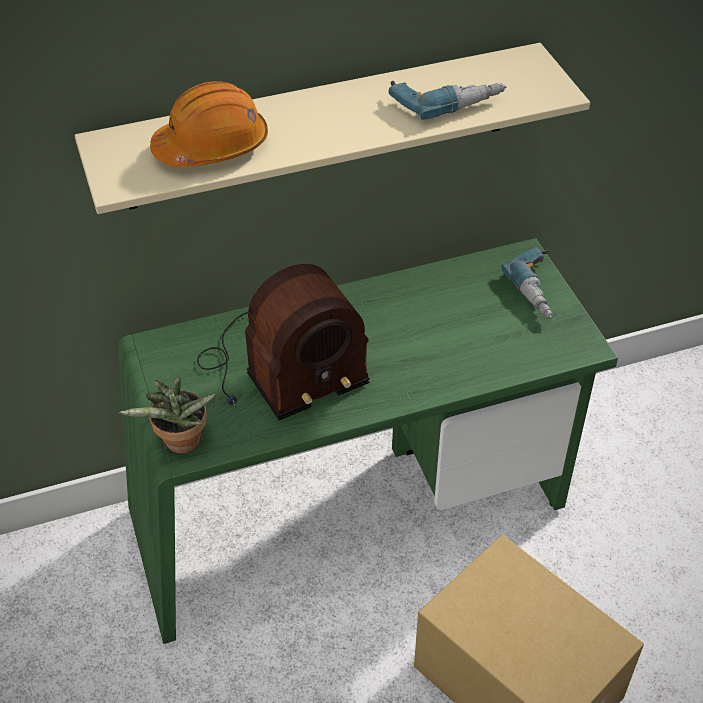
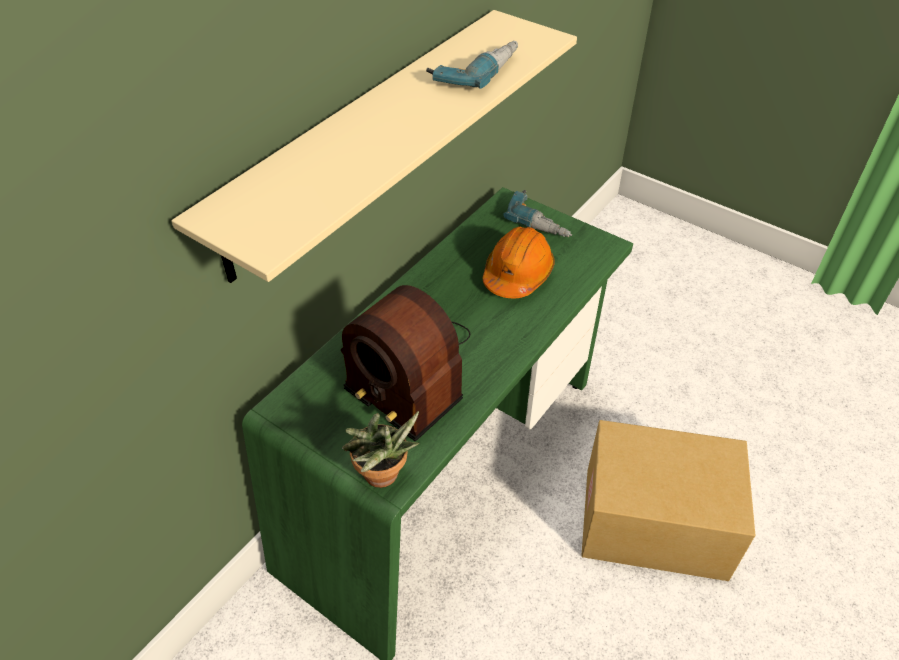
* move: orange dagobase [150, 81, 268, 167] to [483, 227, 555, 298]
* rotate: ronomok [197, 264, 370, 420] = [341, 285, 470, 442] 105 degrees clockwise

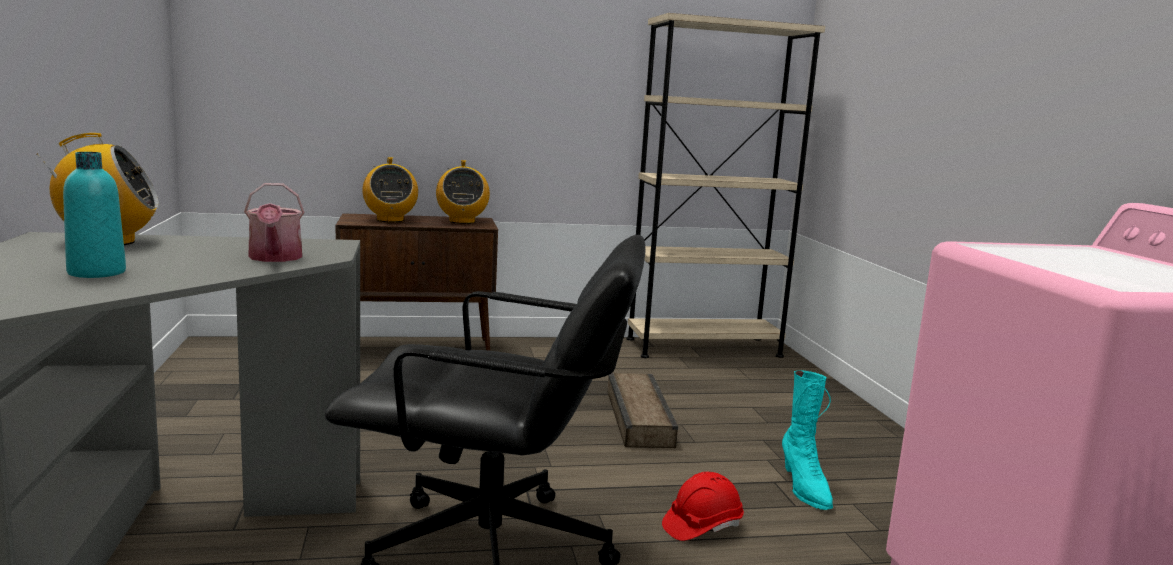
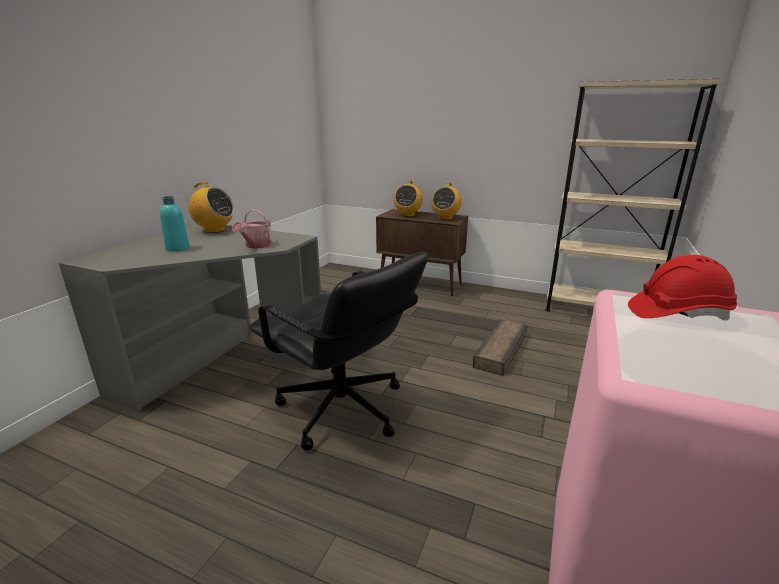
* delete: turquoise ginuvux [782, 370, 833, 510]
* move: red dagobase [662, 472, 744, 541] to [628, 255, 737, 321]

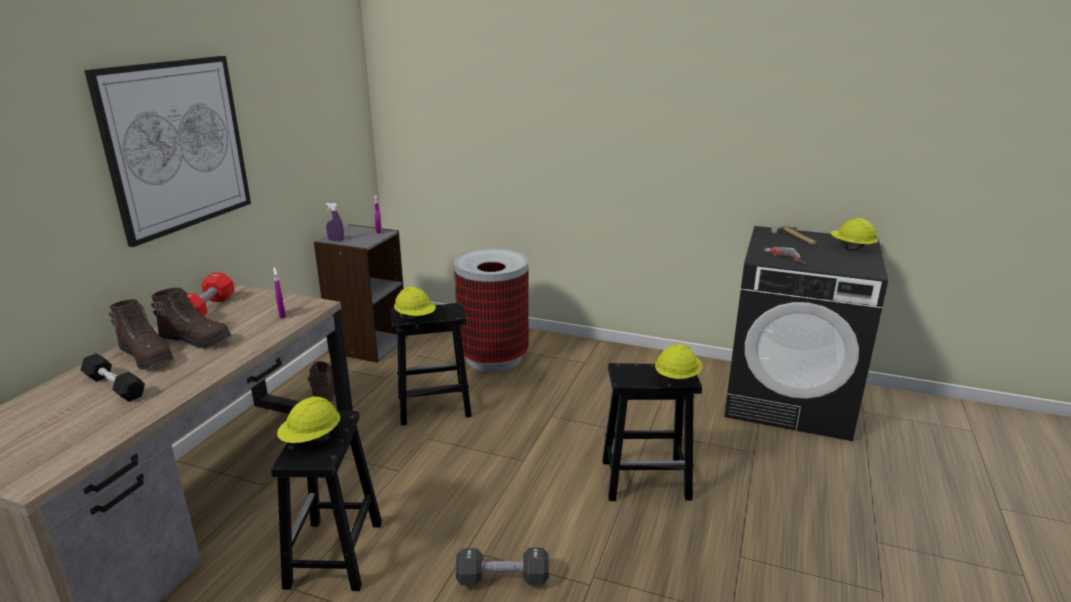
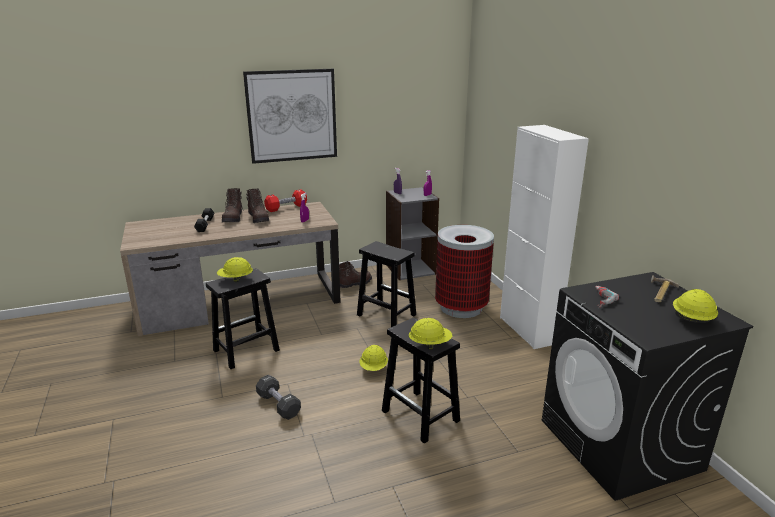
* move: yellow dagobase [394, 287, 436, 319] to [359, 345, 388, 371]
* insert: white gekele [500, 125, 589, 349]

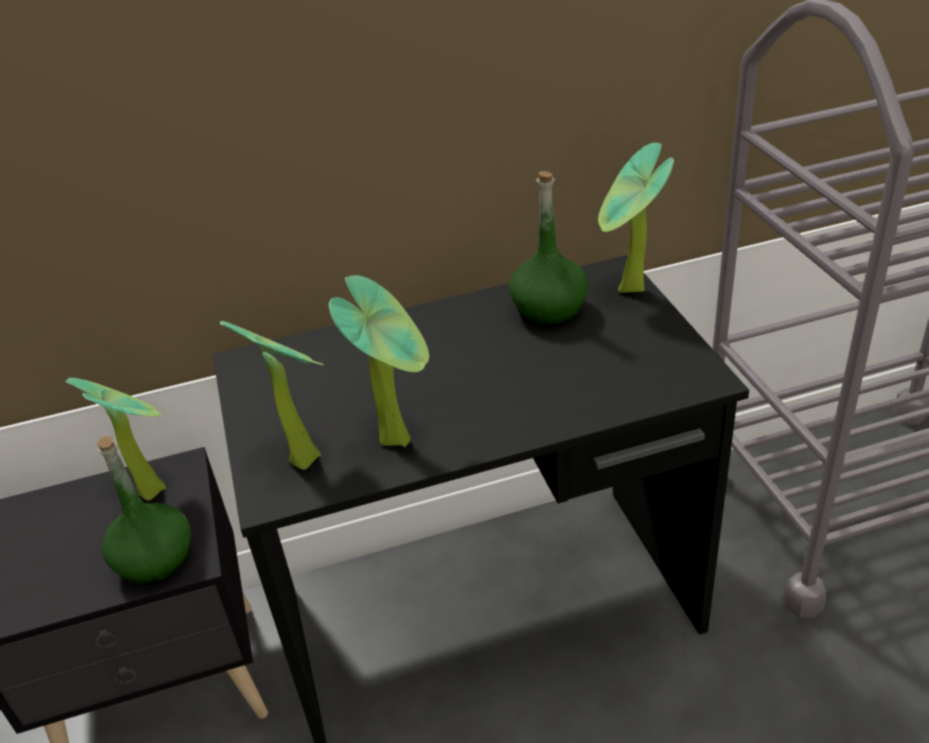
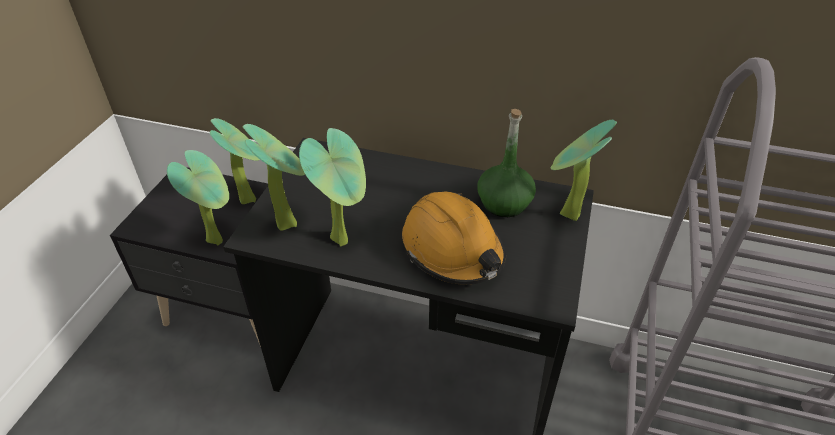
* replace: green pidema [97, 436, 191, 585] to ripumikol [167, 150, 229, 246]
* insert: orange dagobase [402, 192, 506, 285]

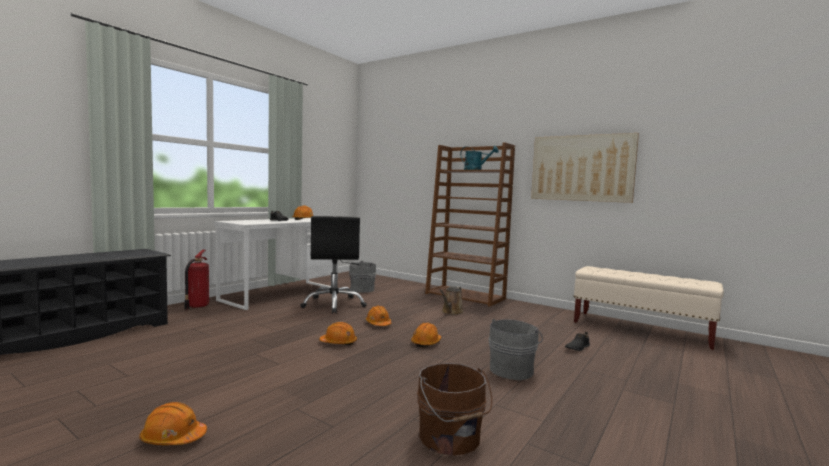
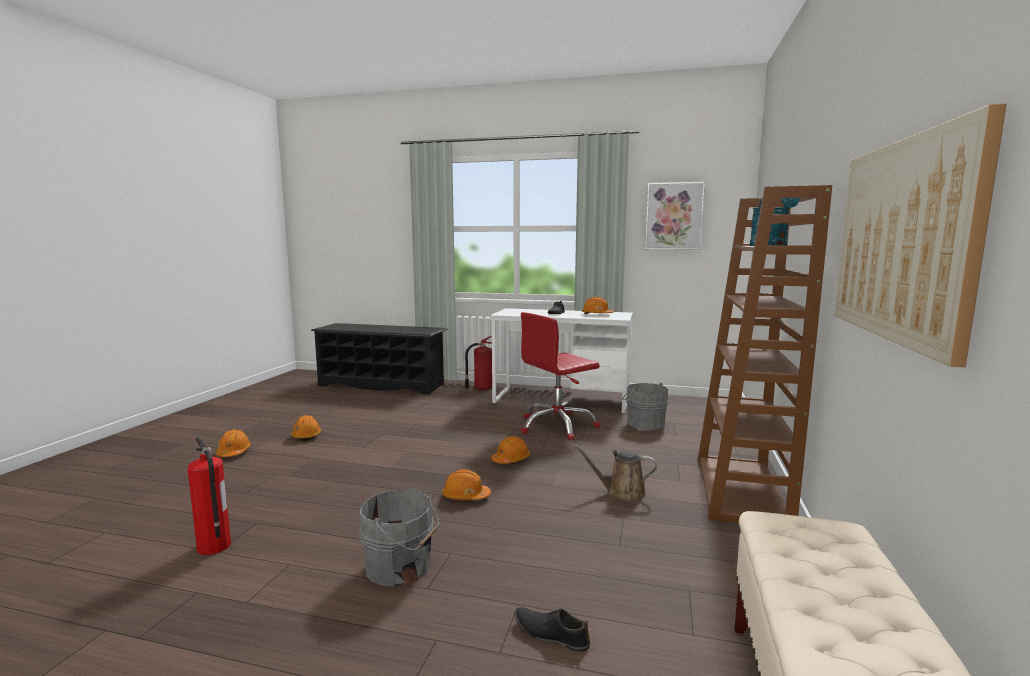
* recolor: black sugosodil [300, 216, 367, 314] to red sugosodil [521, 312, 600, 440]
* move: orange dagobase [319, 322, 357, 346] to [291, 415, 321, 441]
* replace: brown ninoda [417, 363, 492, 455] to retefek [188, 437, 231, 555]
* insert: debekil [645, 182, 705, 249]

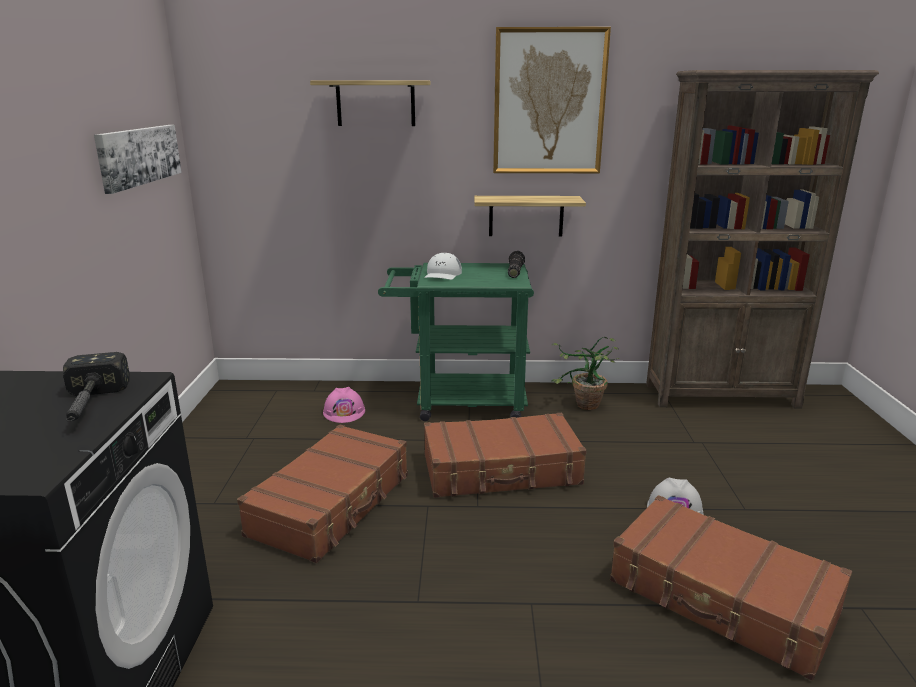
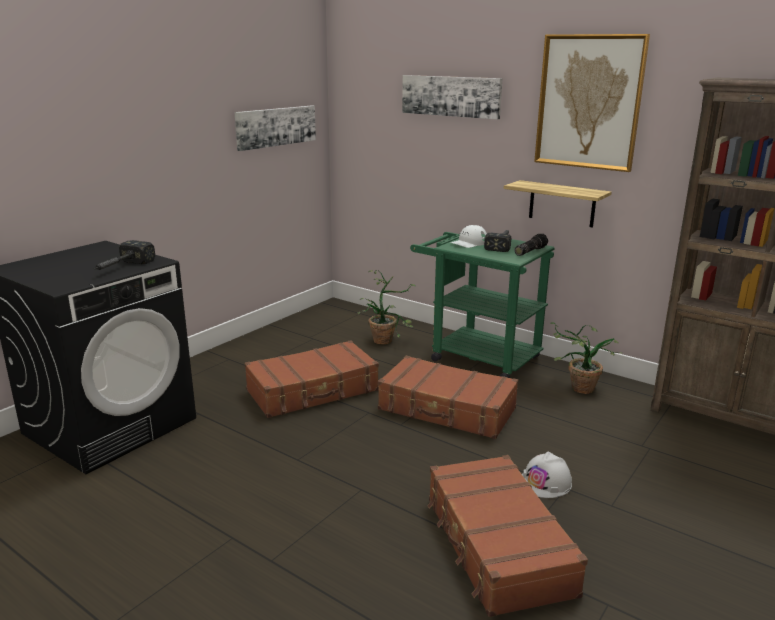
* replace: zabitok [310, 80, 431, 126] to debekil [402, 75, 503, 120]
* replace: pink dagobase [323, 387, 365, 423] to ripumikol [358, 270, 415, 345]
* insert: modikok [484, 230, 511, 252]

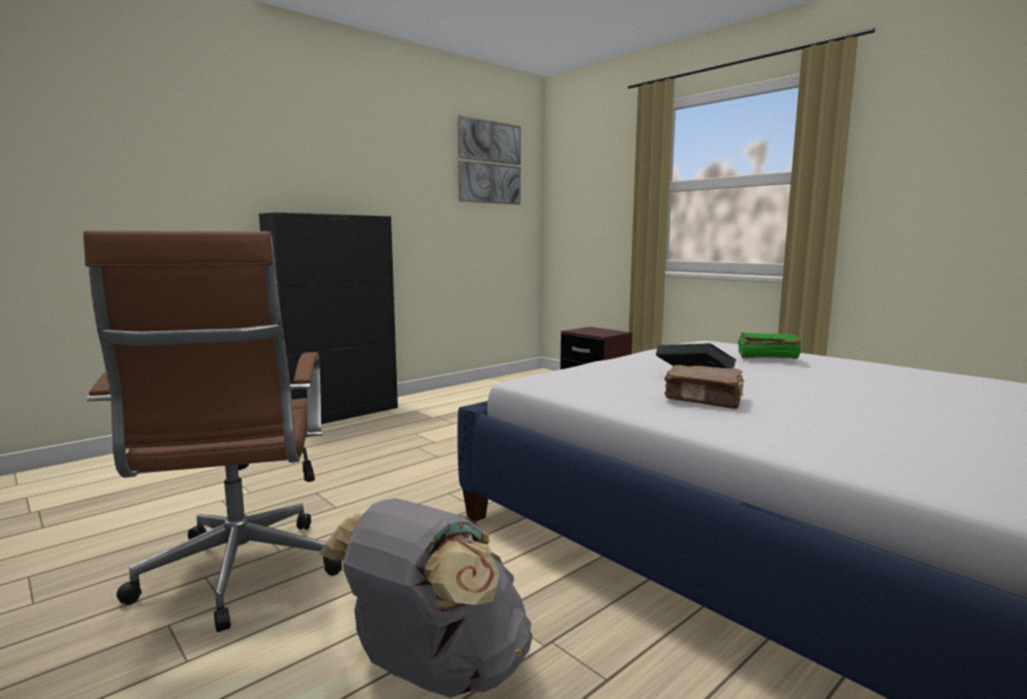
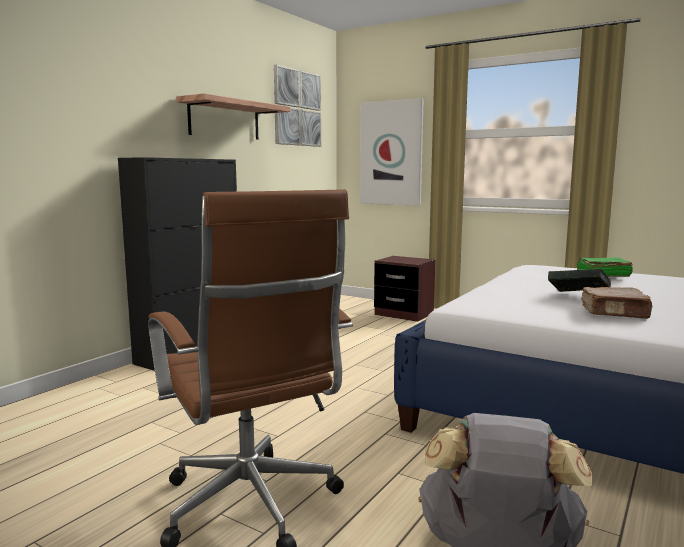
* insert: zabitok [176, 93, 290, 140]
* insert: debekil [360, 98, 424, 206]

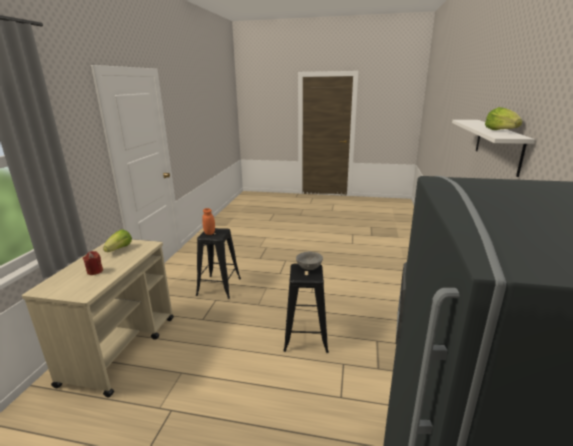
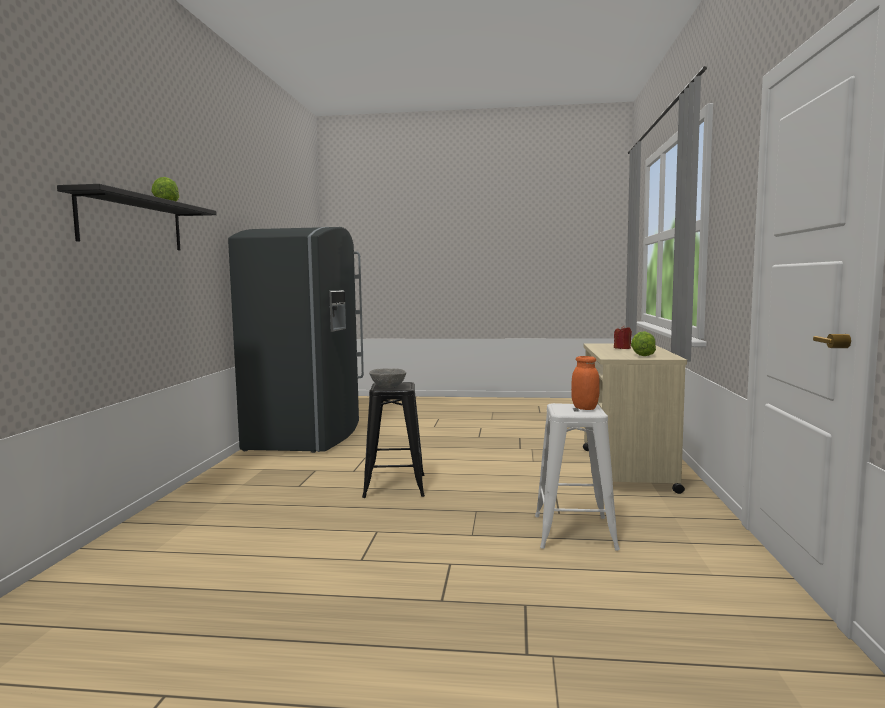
* recolor: white zabitok [452, 120, 535, 177] to black zabitok [57, 184, 217, 250]
* recolor: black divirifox [196, 228, 241, 299] to white divirifox [535, 403, 620, 551]

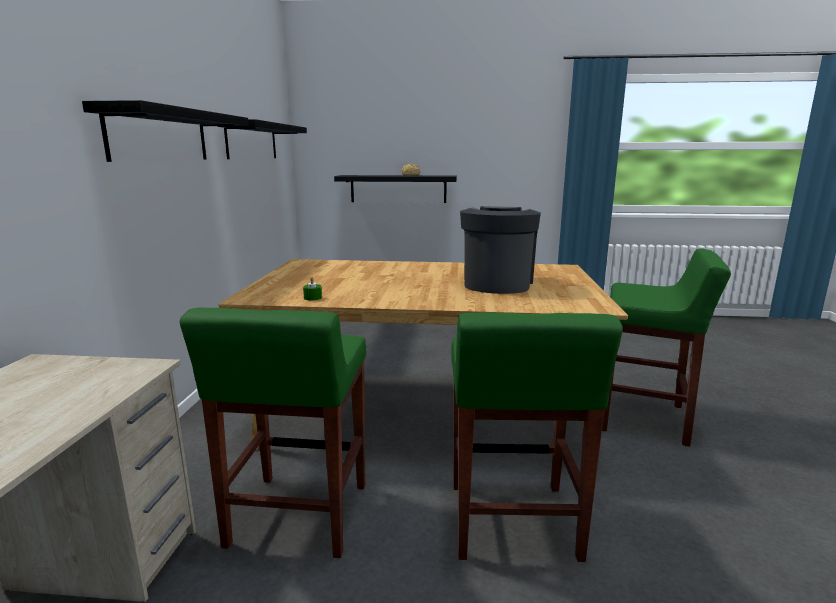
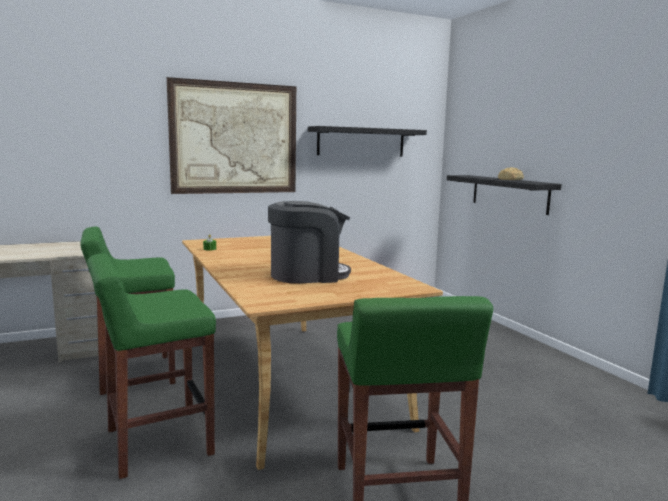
* replace: black zabitok [82, 100, 249, 162] to debekil [167, 77, 296, 194]

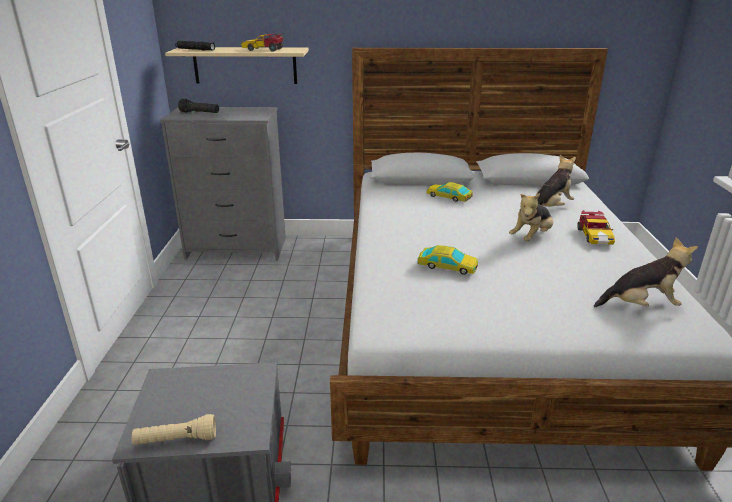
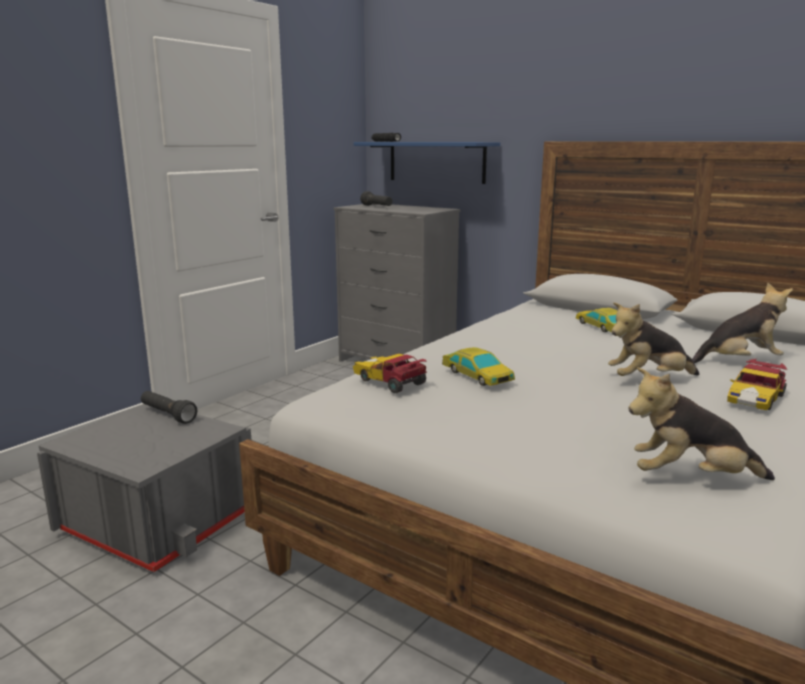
* move: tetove [241, 34, 283, 52] to [353, 354, 427, 393]
* recolor: beige zabitok [165, 47, 309, 84] to blue zabitok [354, 142, 500, 184]
* rotate: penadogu [594, 237, 698, 307] = [628, 367, 775, 480] 150 degrees clockwise
* delete: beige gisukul [132, 414, 216, 445]
* insert: black gisukul [141, 391, 197, 424]

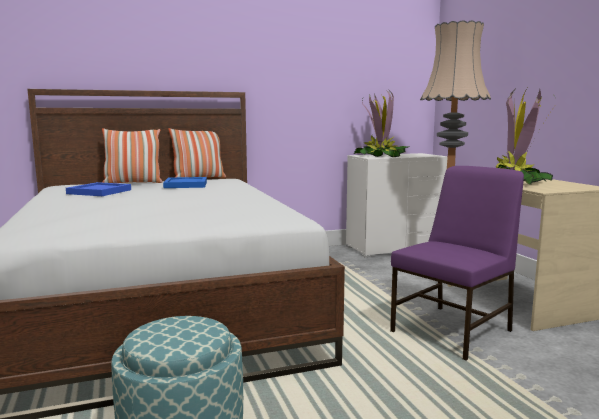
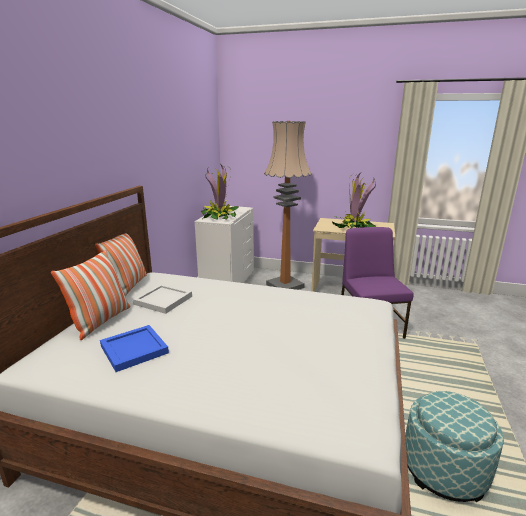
* recolor: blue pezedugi [163, 177, 207, 188] to white pezedugi [133, 284, 192, 314]

